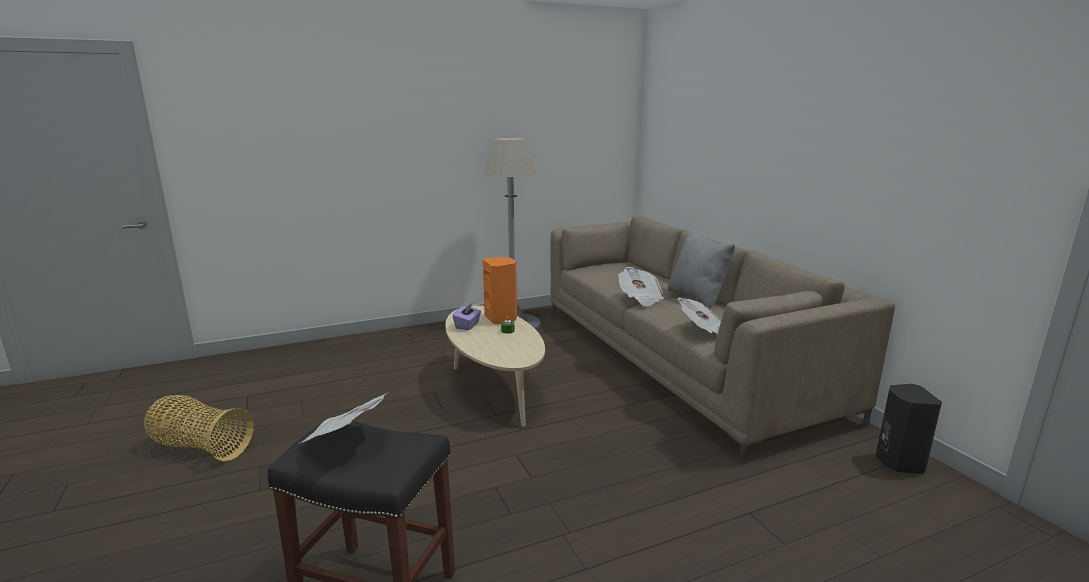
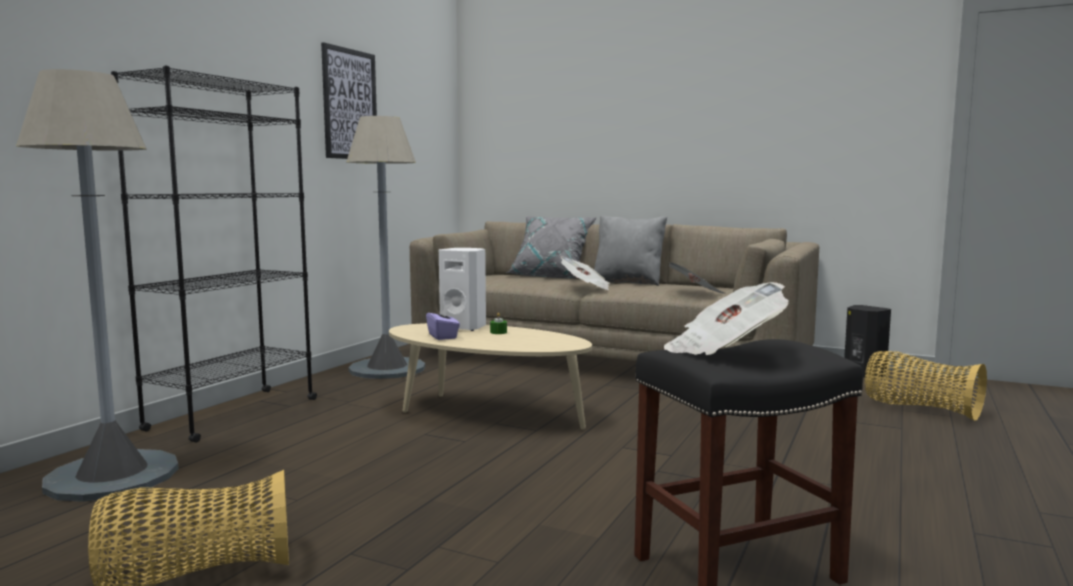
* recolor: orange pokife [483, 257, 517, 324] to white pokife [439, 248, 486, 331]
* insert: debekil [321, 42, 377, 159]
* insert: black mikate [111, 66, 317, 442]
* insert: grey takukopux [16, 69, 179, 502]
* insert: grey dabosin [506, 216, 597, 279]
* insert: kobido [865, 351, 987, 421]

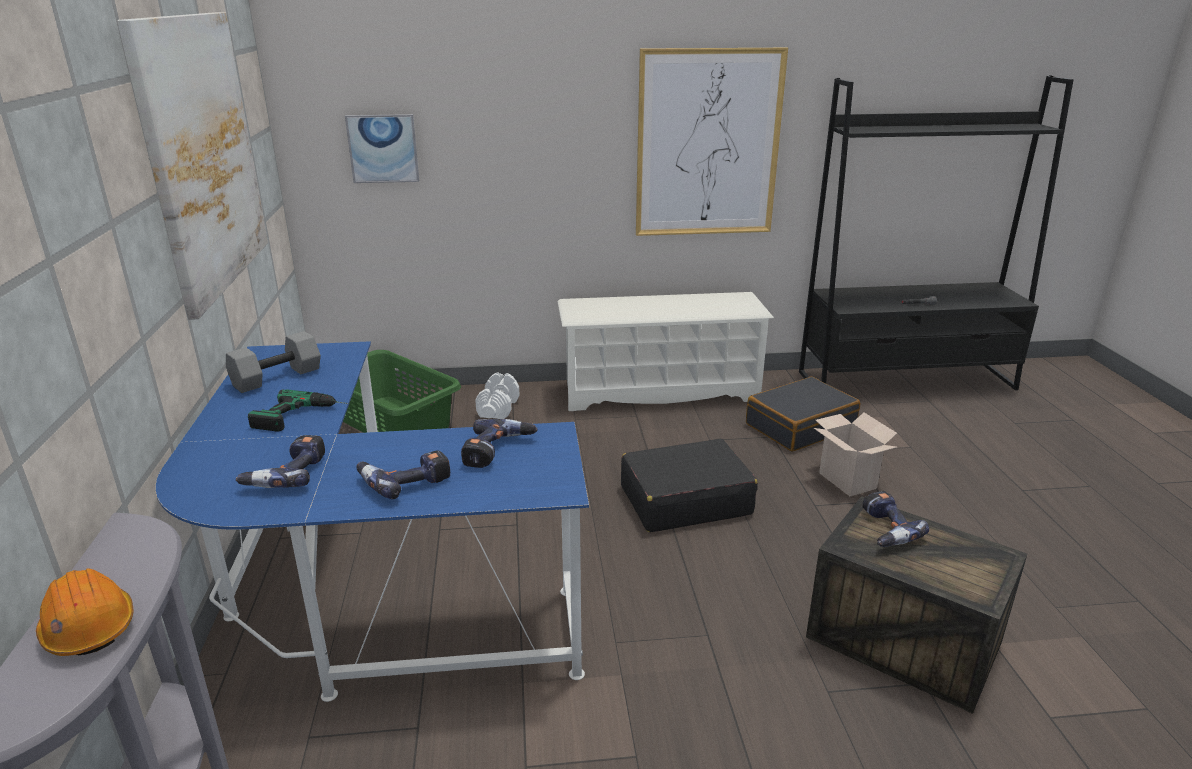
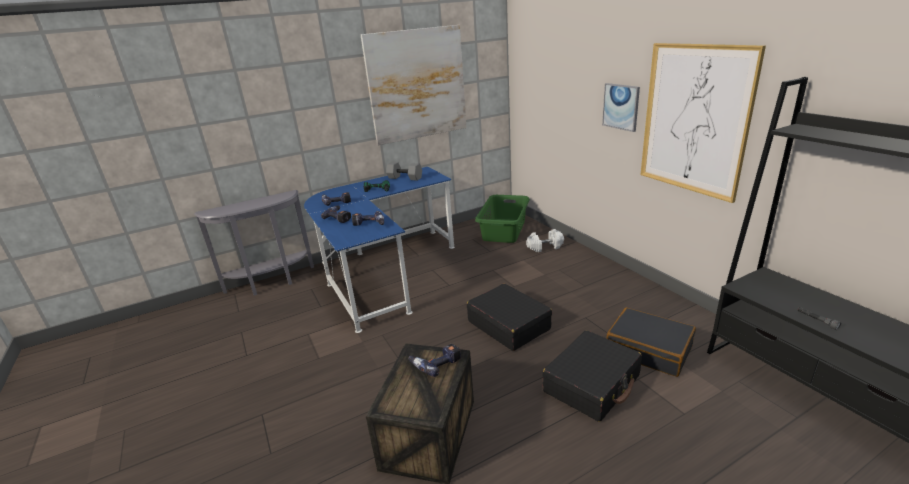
* move: debekil [345, 114, 419, 183] to [602, 83, 640, 132]
* delete: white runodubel [558, 292, 774, 411]
* replace: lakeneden [814, 412, 897, 496] to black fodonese [543, 330, 642, 422]
* delete: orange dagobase [36, 568, 133, 656]

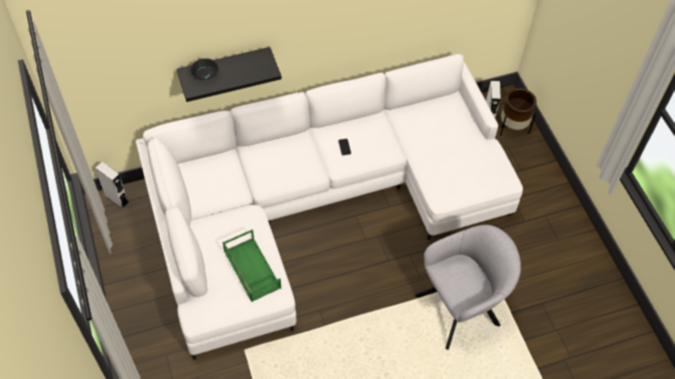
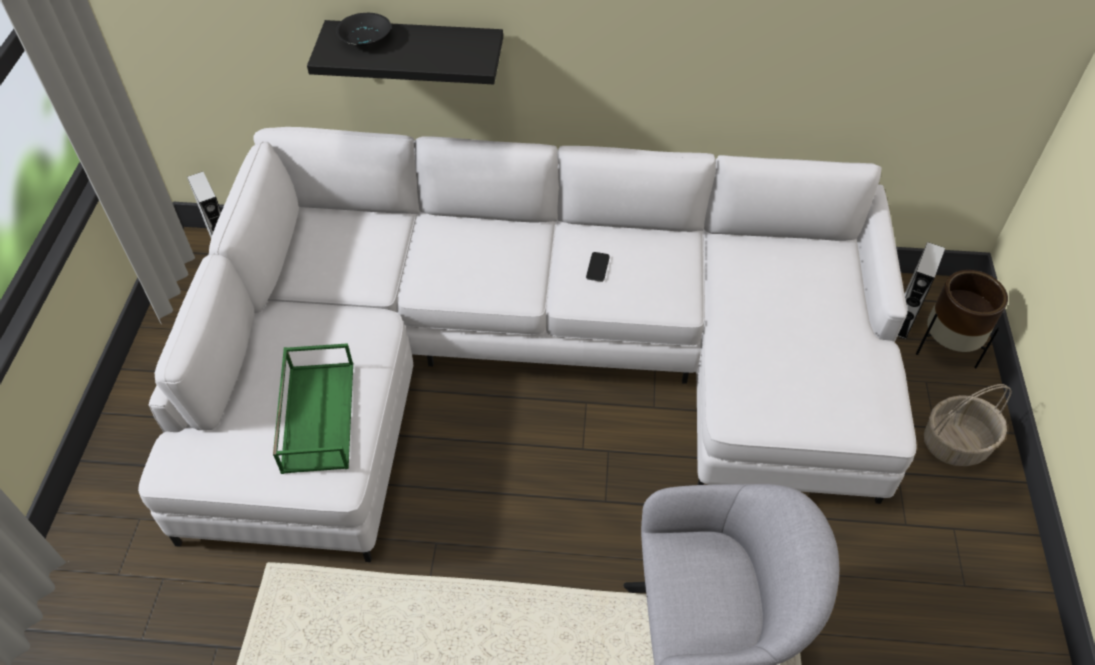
* insert: kobido [924, 384, 1012, 466]

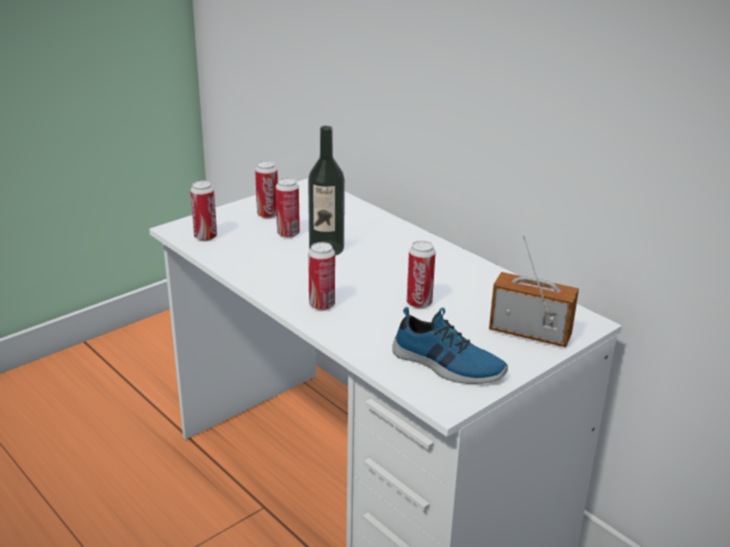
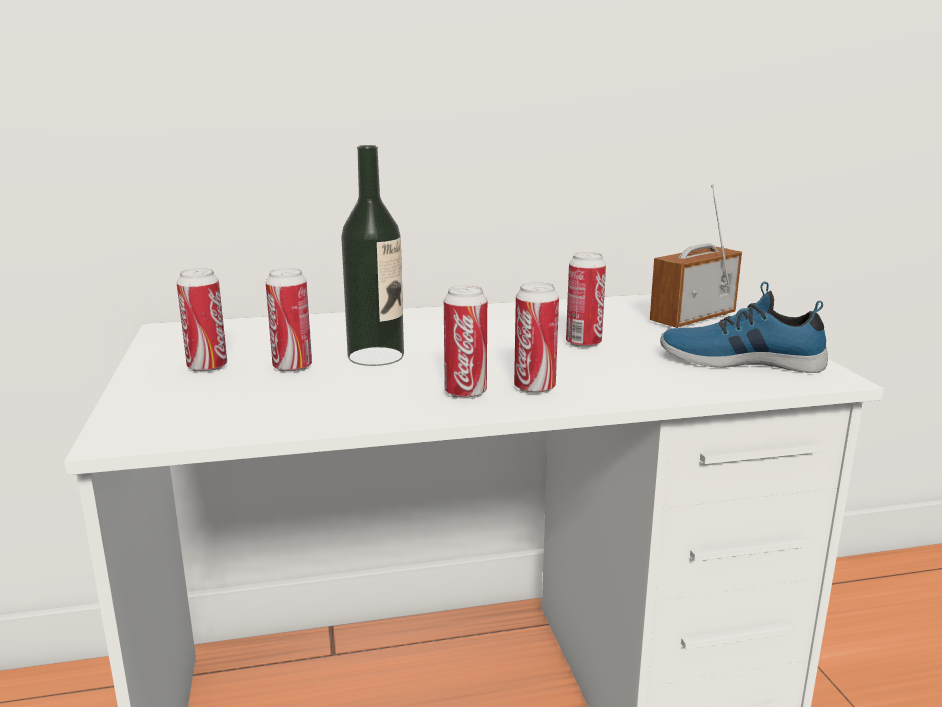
* move: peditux [190, 181, 217, 241] to [444, 285, 487, 399]
* rotate: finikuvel [392, 307, 508, 384] = [660, 281, 828, 373] 135 degrees counterclockwise

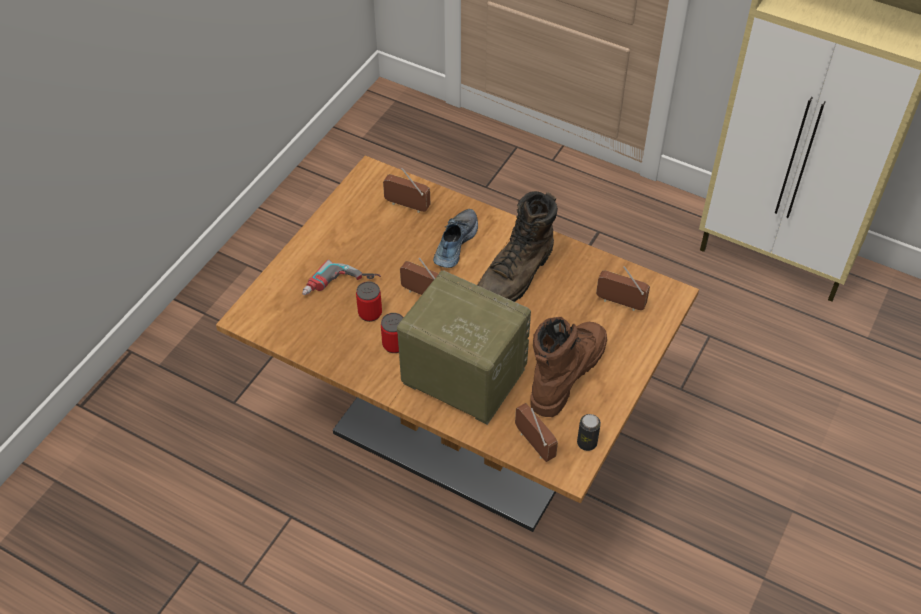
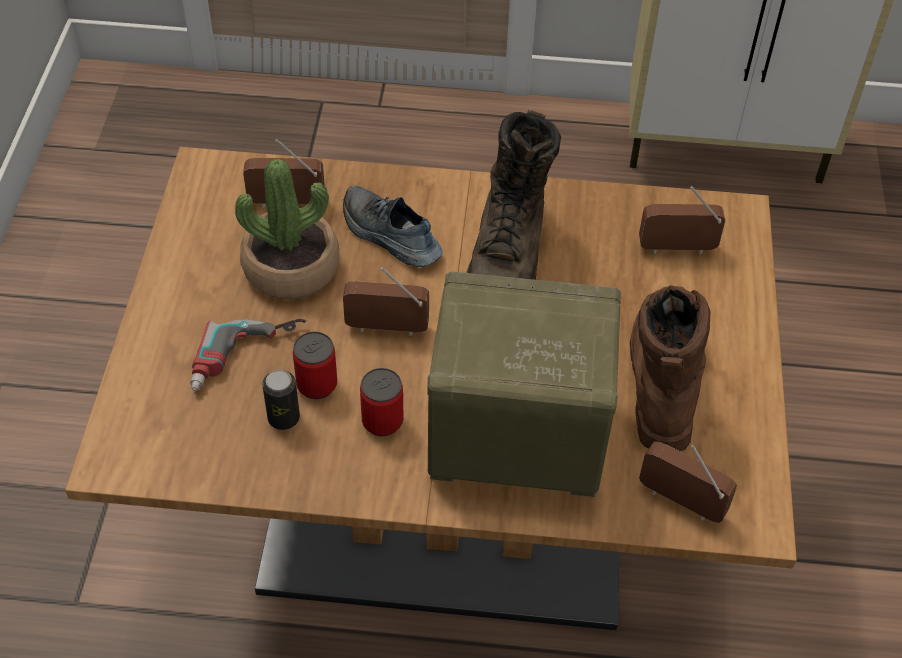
* rotate: finikuvel [433, 209, 478, 268] = [343, 186, 443, 267] 45 degrees counterclockwise
* move: peditux [577, 414, 601, 451] to [262, 370, 300, 430]
* insert: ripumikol [235, 159, 340, 299]

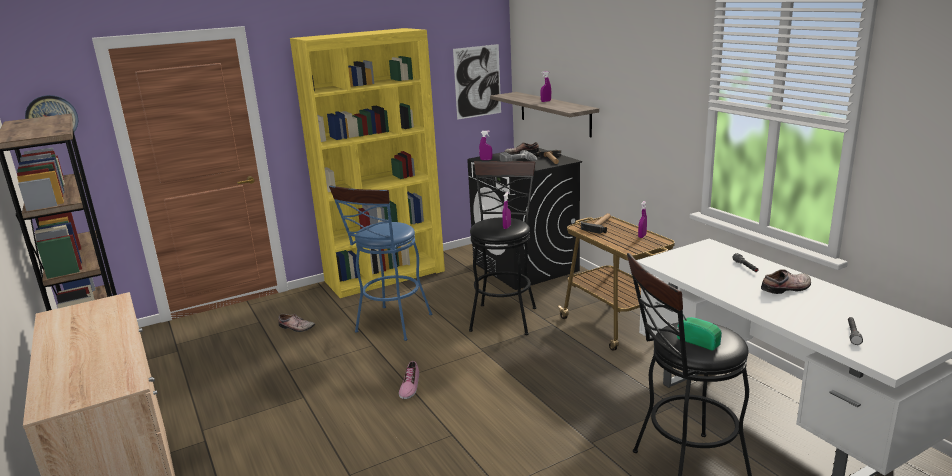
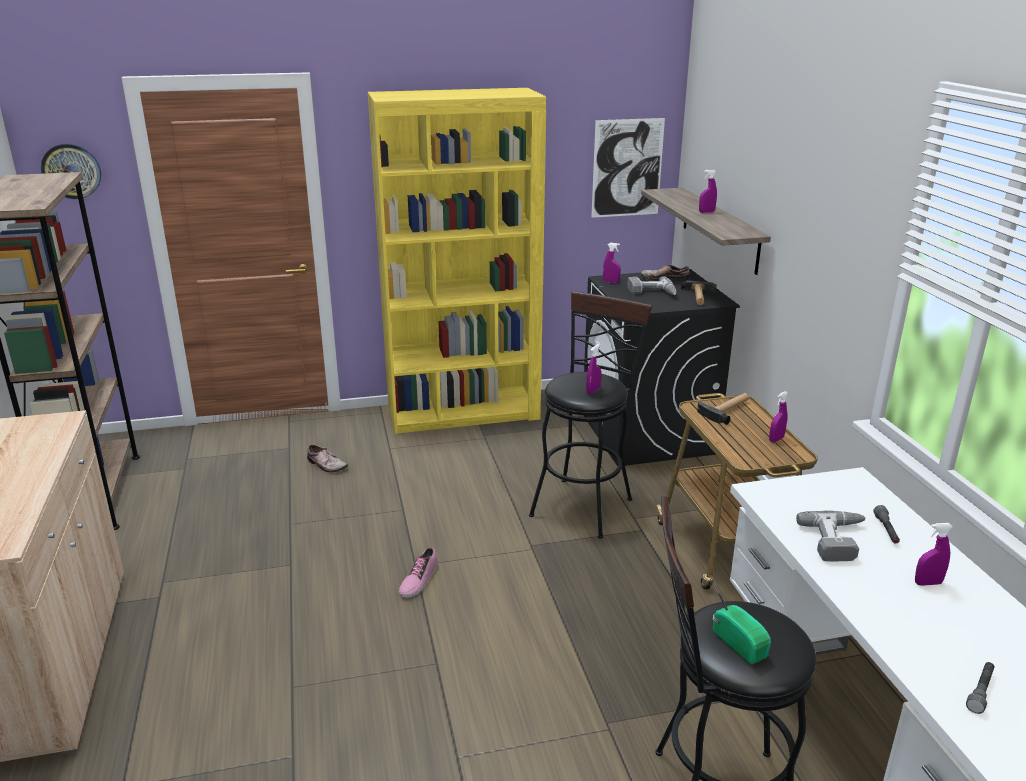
* delete: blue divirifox [329, 185, 432, 341]
* replace: finikuvel [761, 269, 811, 294] to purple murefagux [915, 523, 953, 586]
* insert: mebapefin [796, 511, 866, 562]

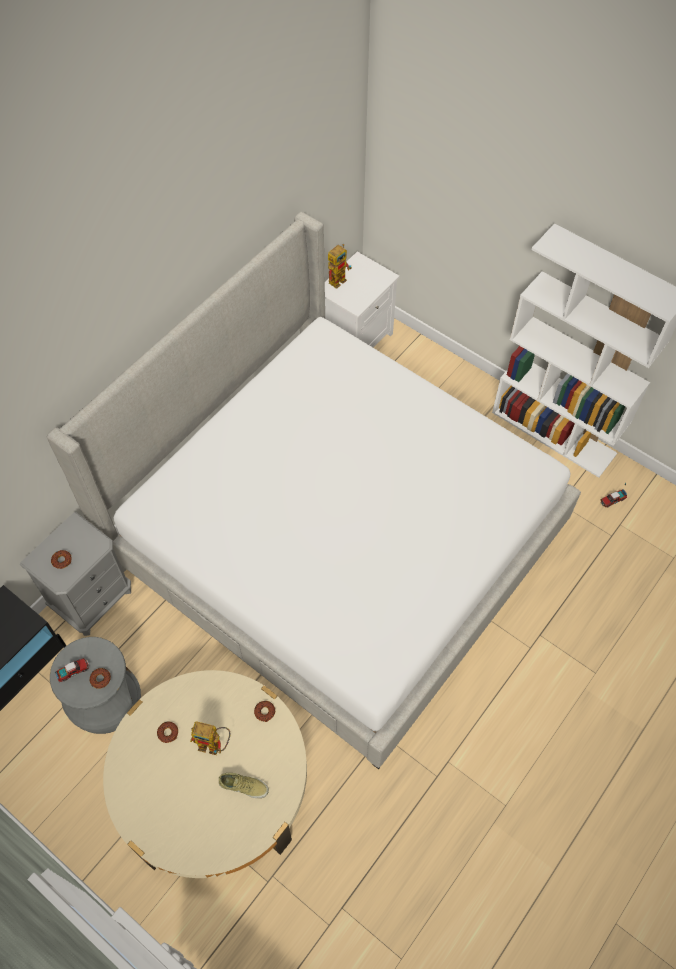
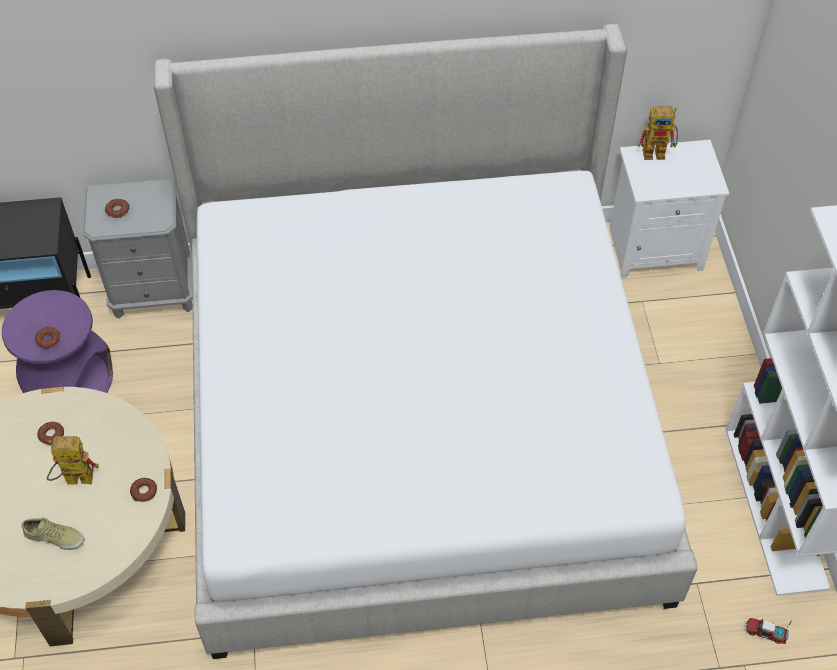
* recolor: grey divirifox [50, 637, 141, 734] to purple divirifox [2, 290, 113, 393]
* delete: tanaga [55, 658, 89, 682]
* rotate: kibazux [190, 721, 230, 755] = [47, 436, 99, 485] 120 degrees clockwise
* rotate: beige finikuvel [219, 773, 269, 798] = [21, 518, 85, 550] 45 degrees counterclockwise

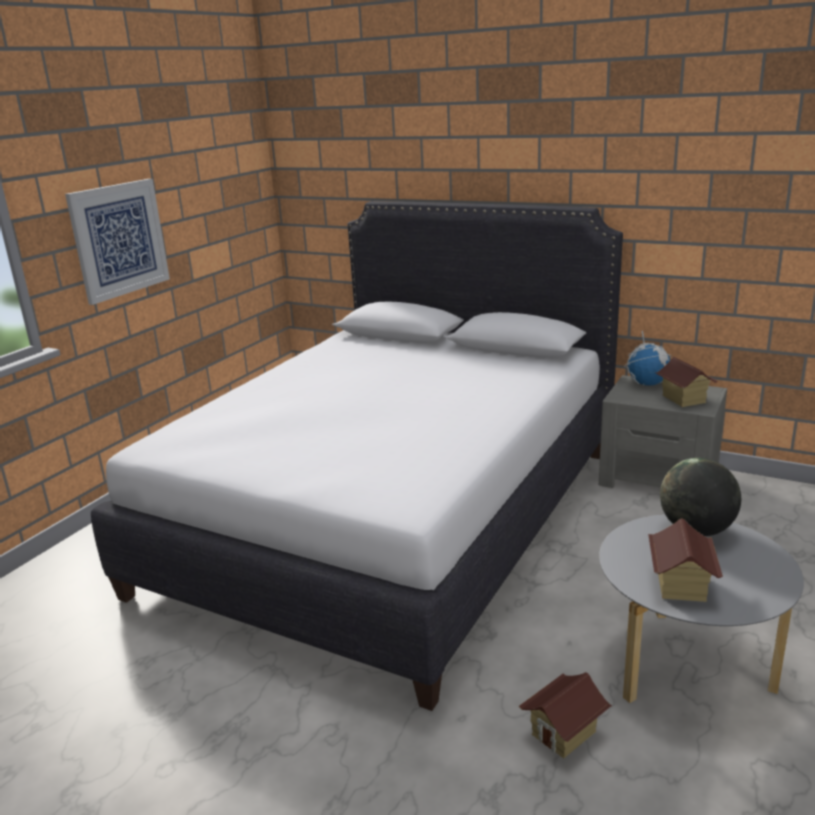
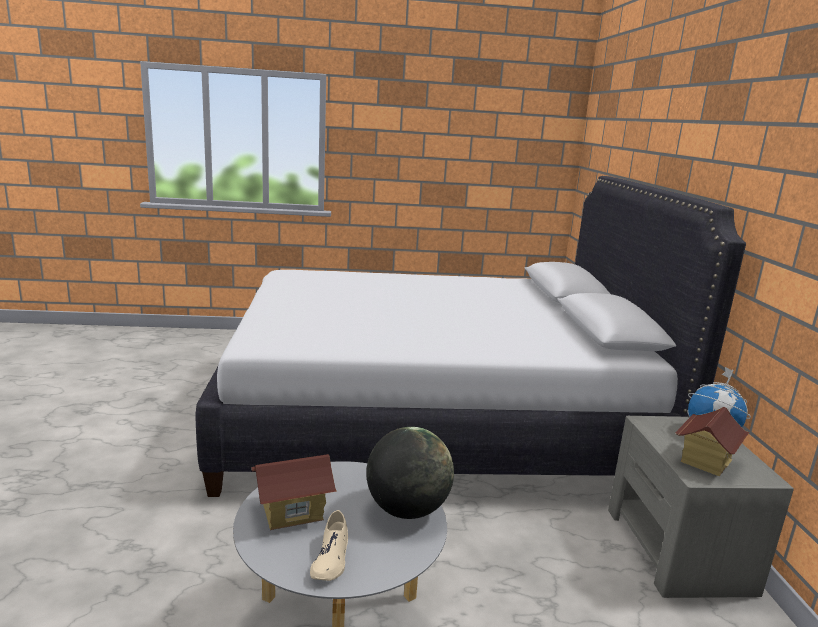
* delete: debekil [65, 179, 170, 305]
* delete: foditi [519, 672, 612, 758]
* insert: beige finikuvel [310, 510, 348, 581]

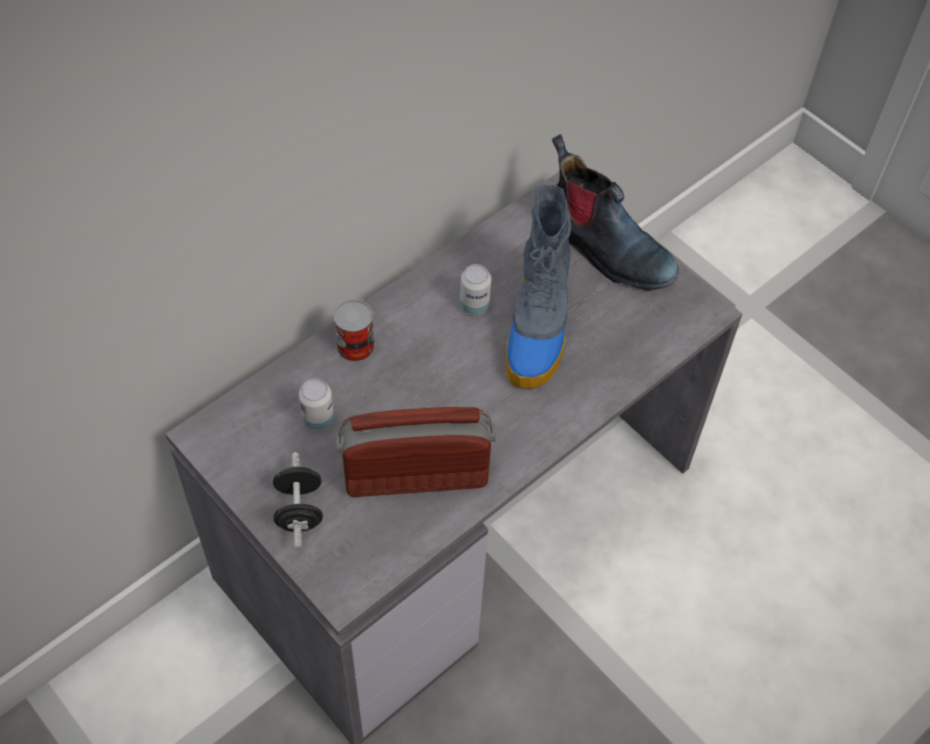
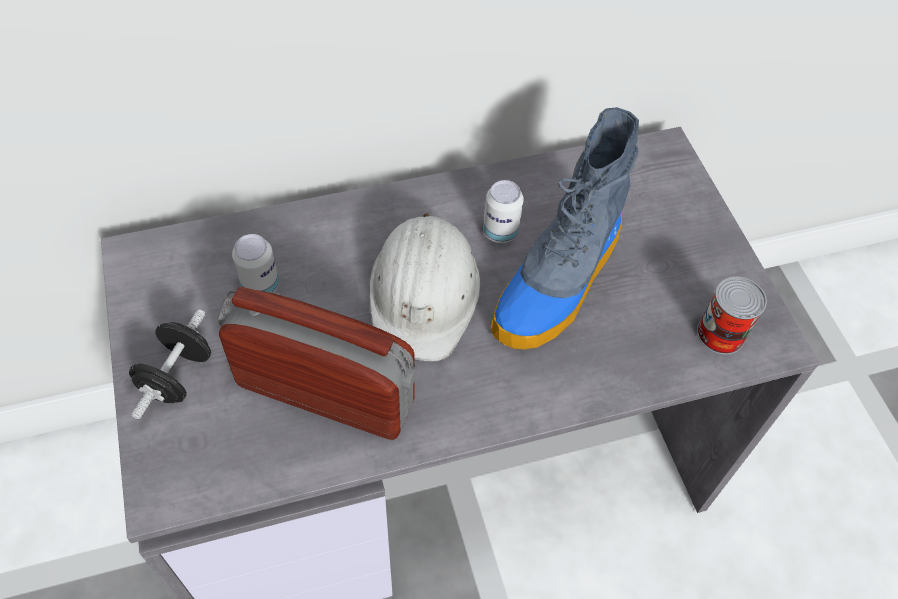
* delete: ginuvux [552, 134, 679, 291]
* move: peditux [334, 300, 375, 362] to [697, 276, 767, 354]
* insert: white dagobase [370, 213, 480, 361]

